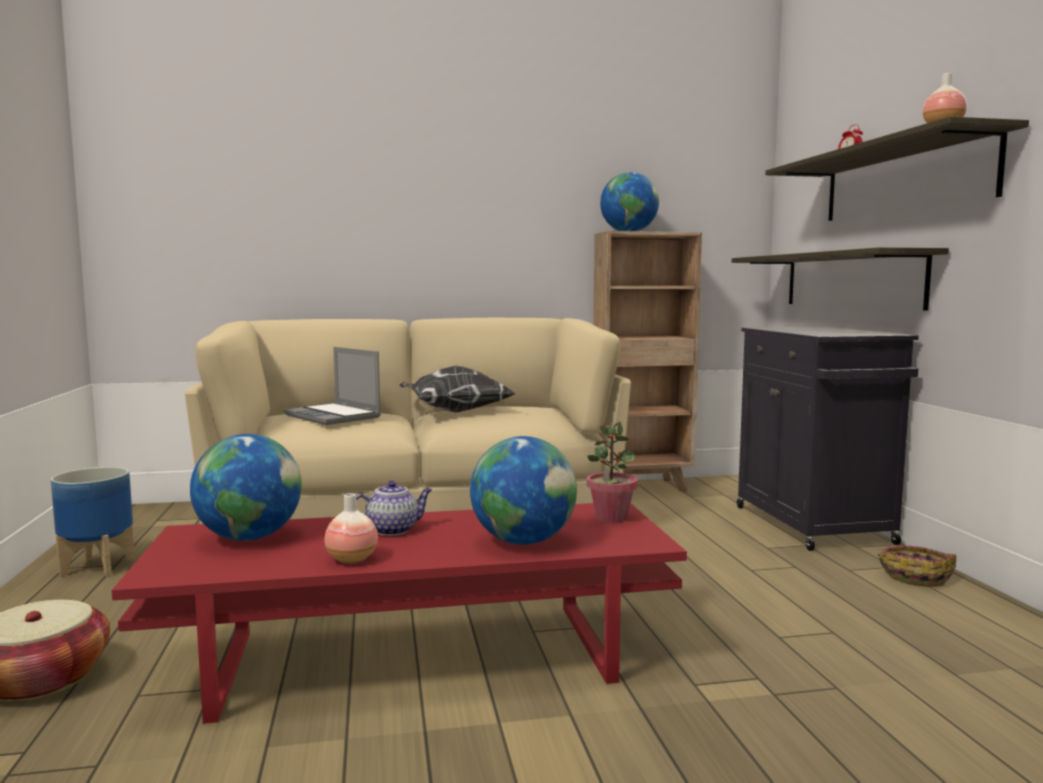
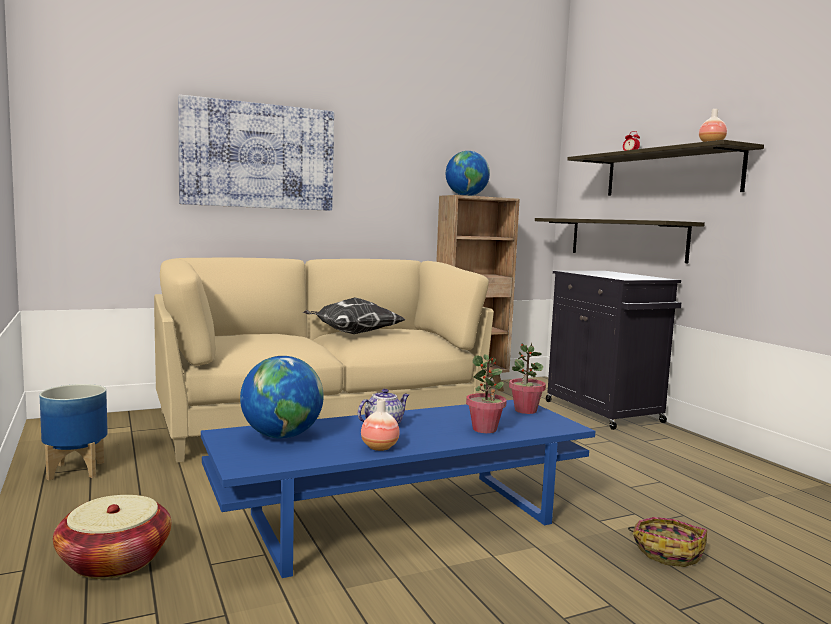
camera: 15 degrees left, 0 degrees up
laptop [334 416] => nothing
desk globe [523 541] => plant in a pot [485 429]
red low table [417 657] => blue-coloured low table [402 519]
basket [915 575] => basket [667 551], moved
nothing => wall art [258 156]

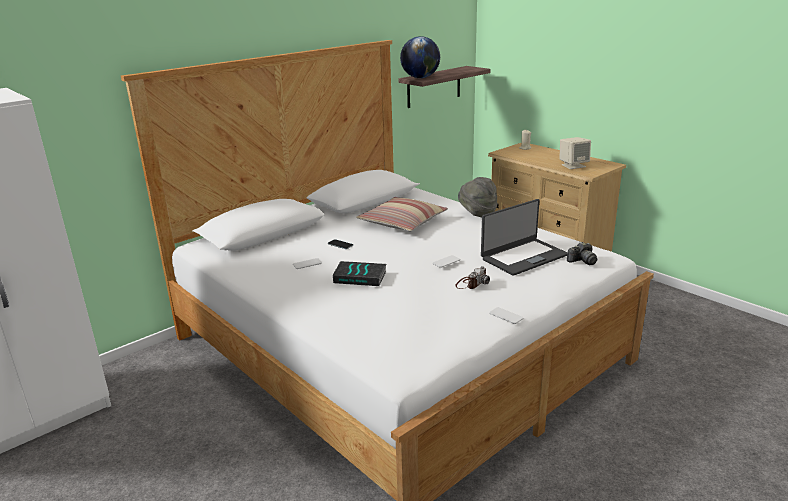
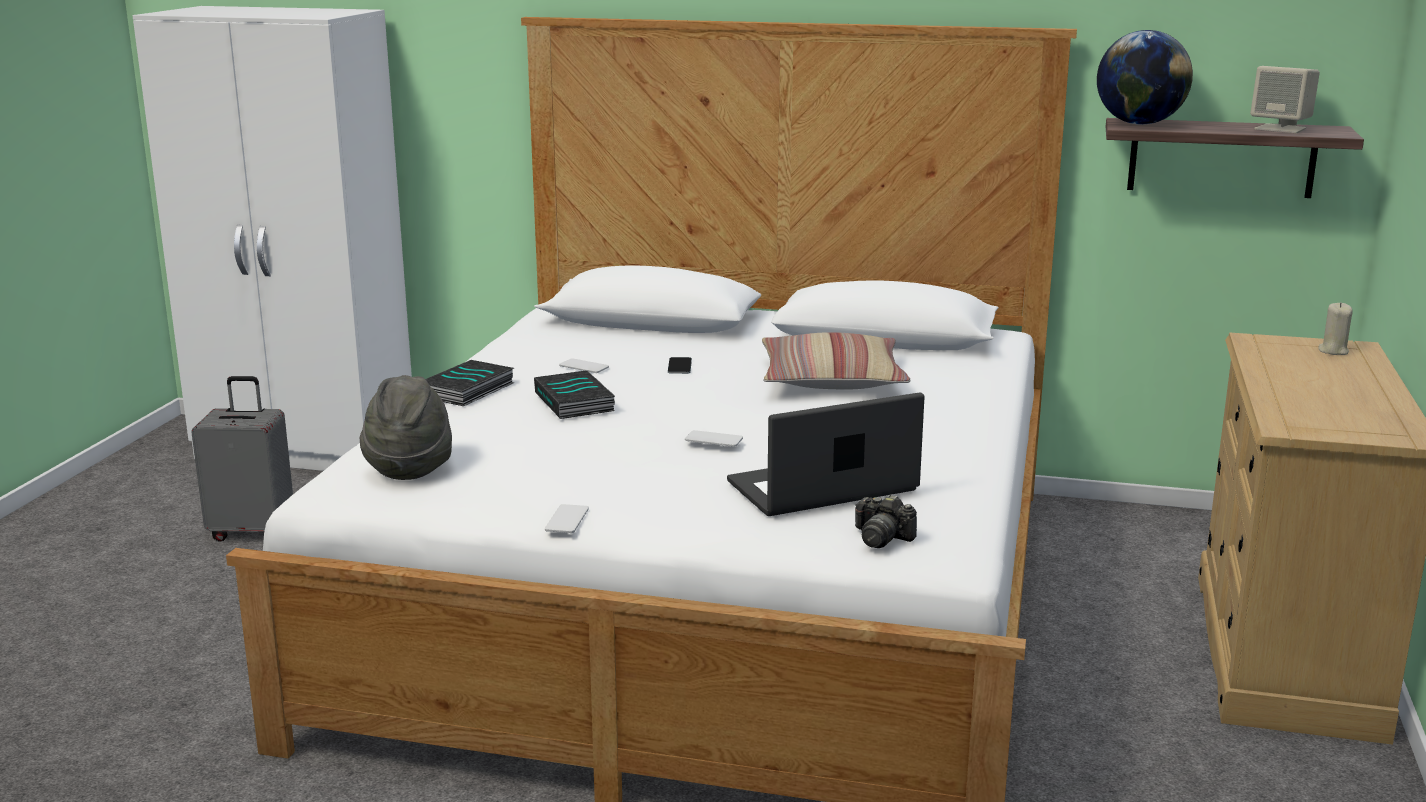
camera: 55 degrees right, 5 degrees down
beige loudspeaker [573 165] => beige loudspeaker [1281 129], moved
gray clothing hat [477 214] => gray clothing hat [409 466], moved
laptop [523 257] => laptop [823 488], 135 degrees clockwise
photo camera [471 283] => nothing
nothing => book [468 390]
nothing => gray piece of luggage [253 531]

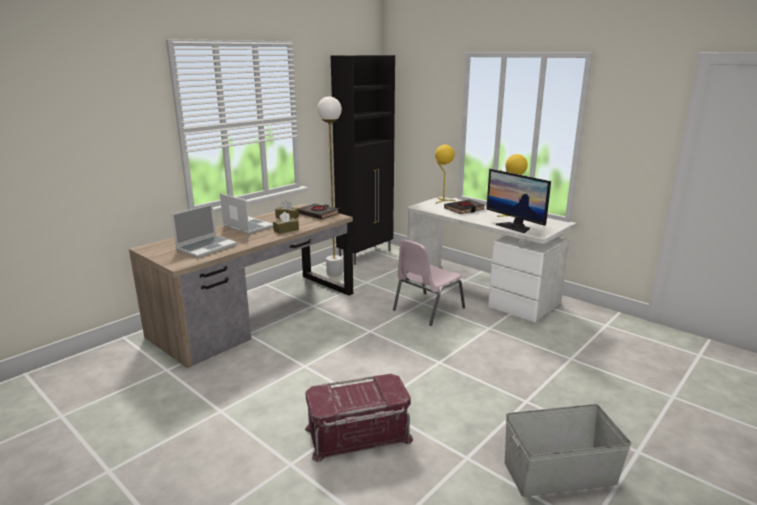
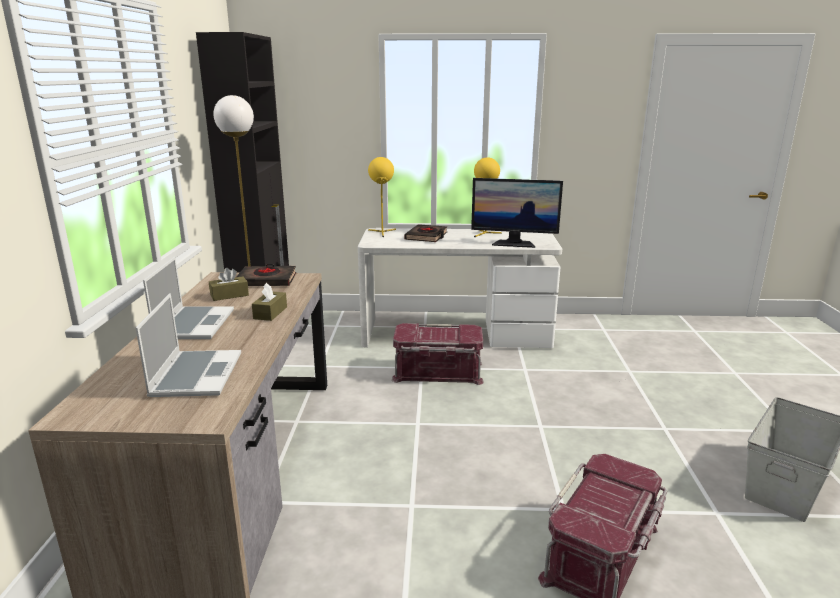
camera: 40 degrees left, 0 degrees up
laptop [247 226] => laptop [194 324], 90 degrees clockwise
pinkish plain chair [427 309] => red storage container [437 372]

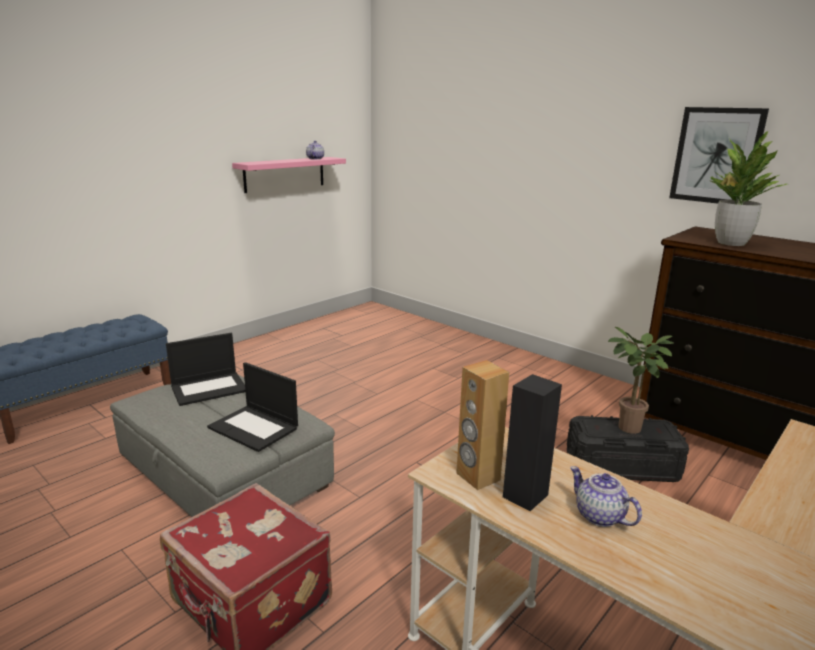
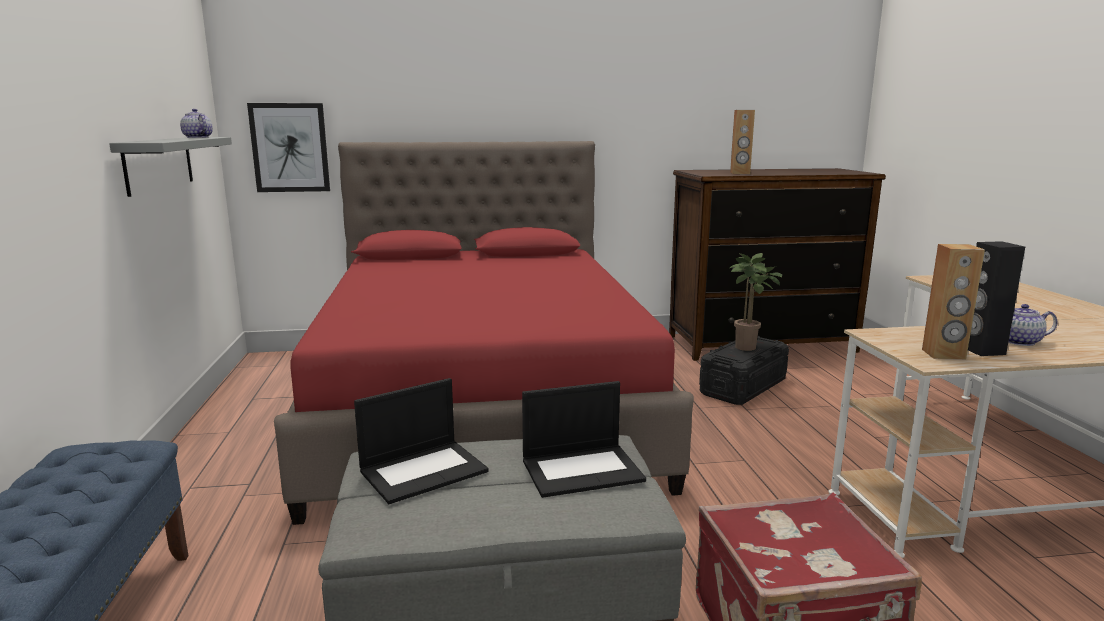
camera: 50 degrees left, 5 degrees down
wall art [716 156] => wall art [290 148], moved
plant in a pot [730 243] => brownish loudspeaker [740 173]
pinkish bracket shelf [285 174] => gray bracket shelf [159 164]
laptop [210 388] => laptop [424 470], 45 degrees clockwise
nothing => red bed [483 405]

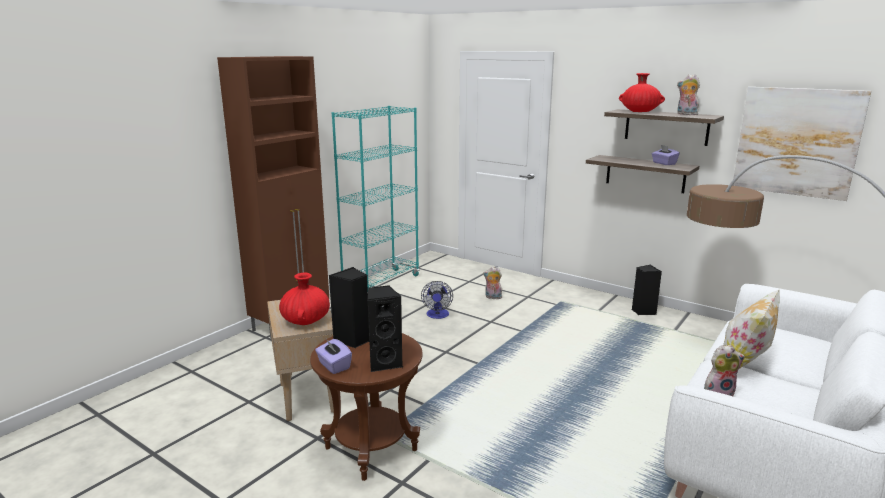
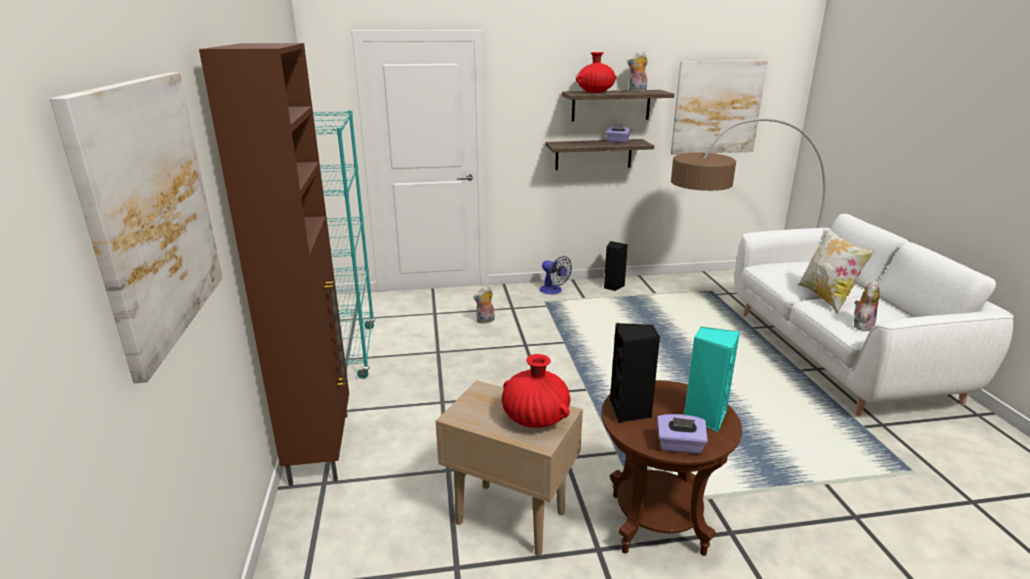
camera: 45 degrees left, 5 degrees up
cooling fan [437 315] => cooling fan [553 291], moved
black-coloured loudspeaker [384 363] => turquoise loudspeaker [705 416]
nothing => wall art [152 212]

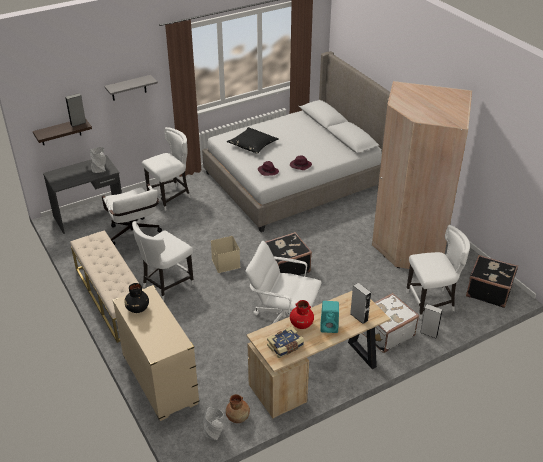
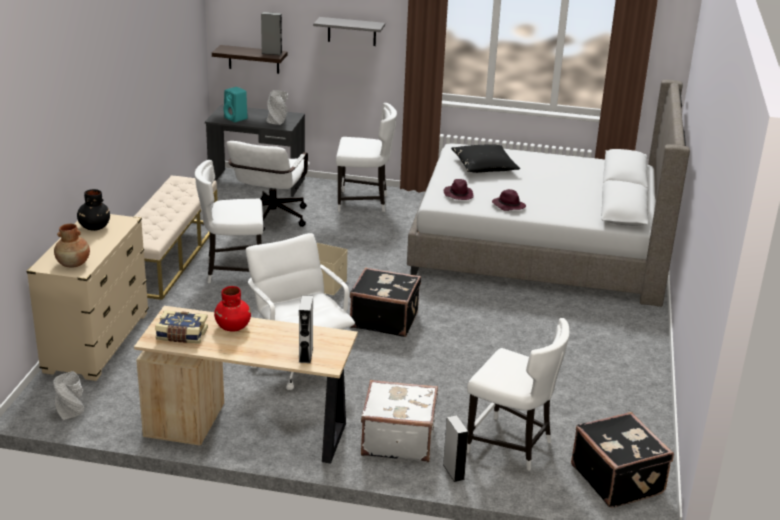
camera: 40 degrees right, 10 degrees down
beige armoire [409 245] => nothing
turquoise loudspeaker [330 327] => turquoise loudspeaker [236 118], moved
brownish vase [238 417] => brownish vase [73 264], moved

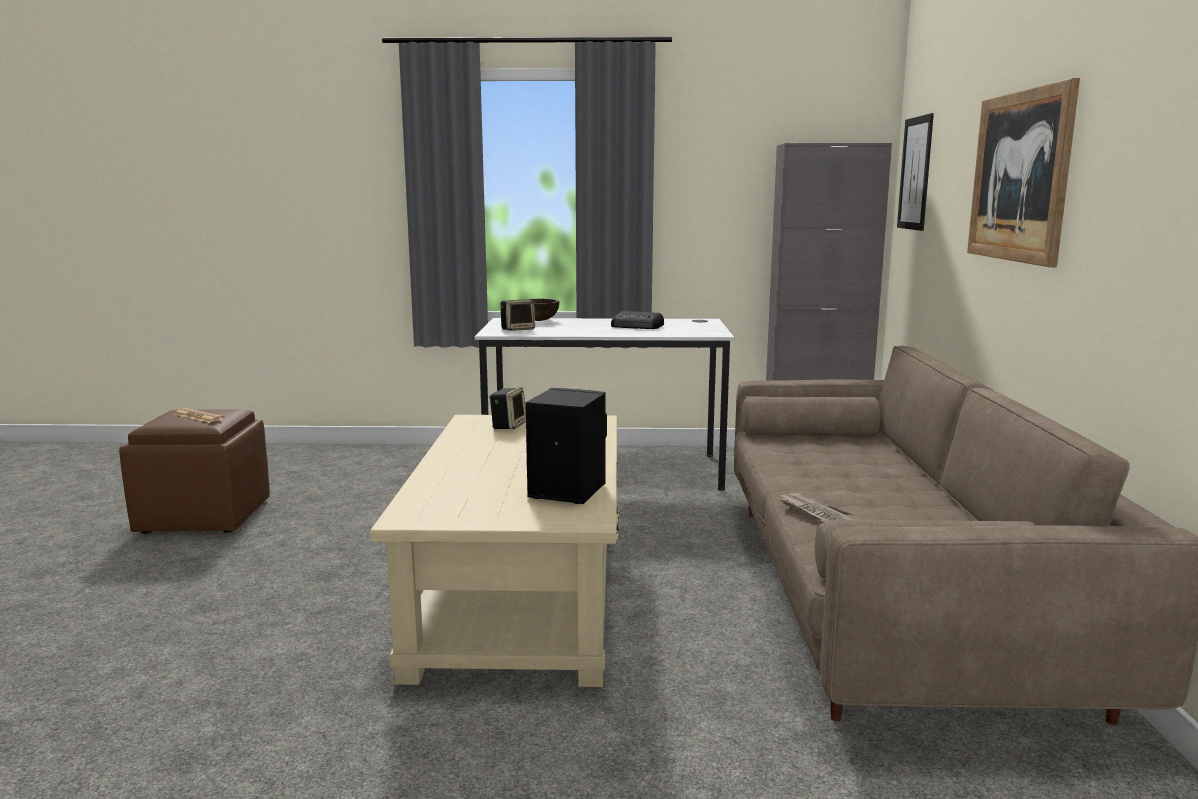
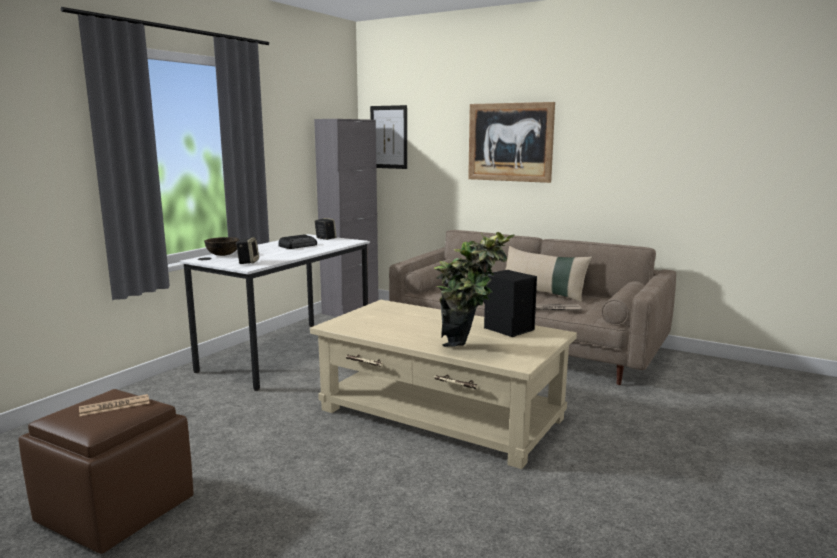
camera: 60 degrees left, 0 degrees up
loudspeaker [508 426] => loudspeaker [325 238], moved
nothing => plant in a pot [471 351]
nothing => beige pillow [543 293]

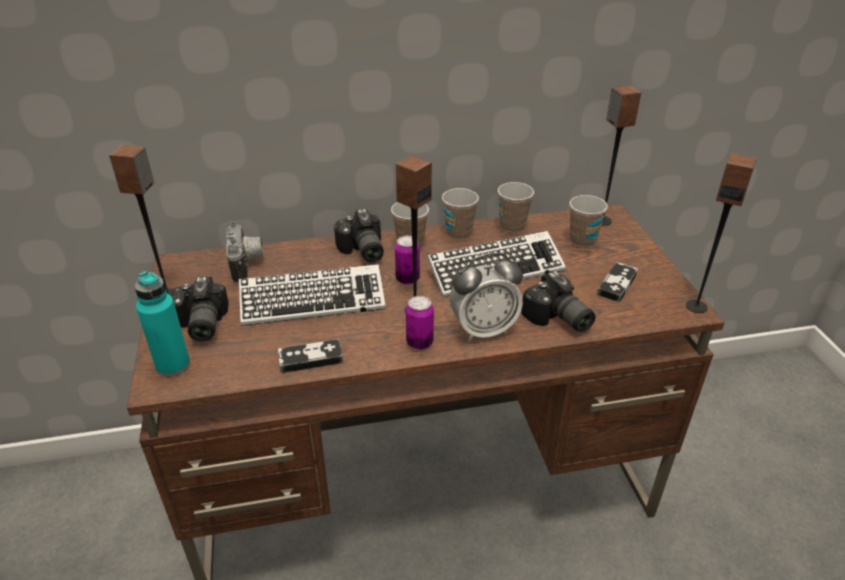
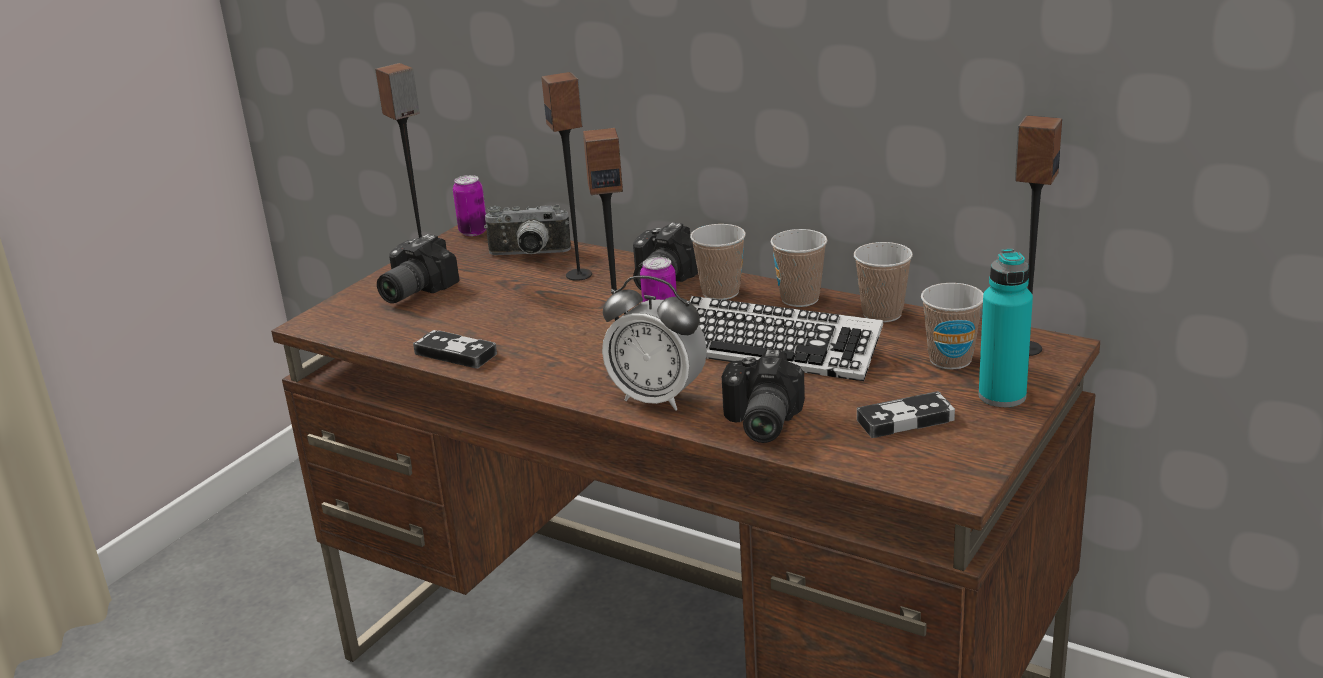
camera: 45 degrees right, 10 degrees down
loudspeaker [696 306] => loudspeaker [579 275], moved
photo camera [248 264] => photo camera [529 255], 60 degrees clockwise
keyboard [313 302] => nothing
turquoise beverage bottle [173 365] => turquoise beverage bottle [1002 396], moved
sealed can [419 343] => sealed can [473 232], moved

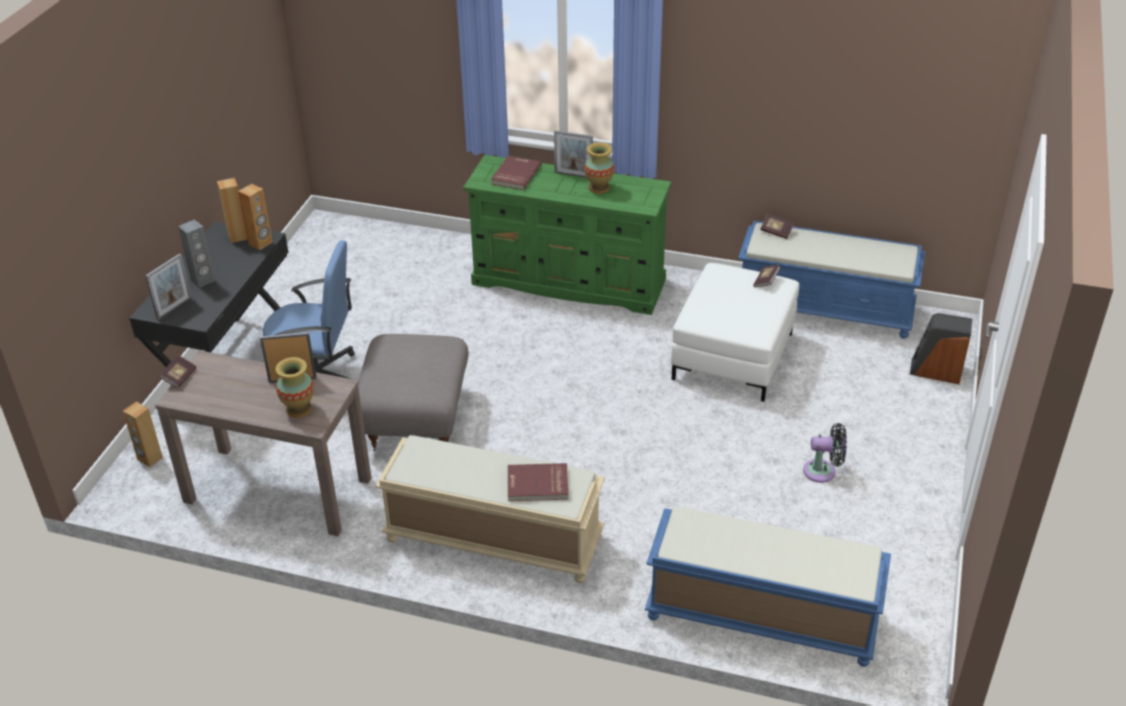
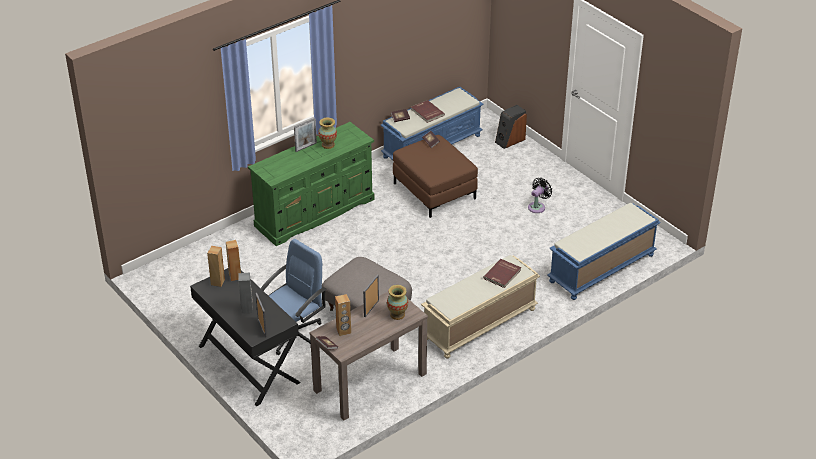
camera: 55 degrees left, 0 degrees up
red book [515 175] => red book [427 112], moved
whitish ottoman [733 357] => brownish ottoman [435 191]
brownish loudspeaker [149 459] => brownish loudspeaker [343 331], moved

